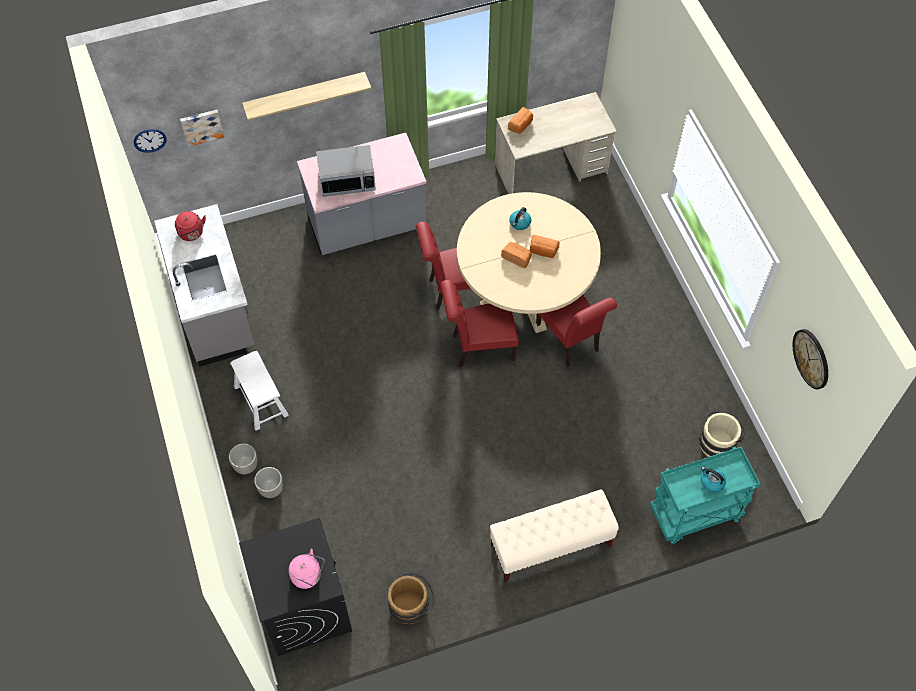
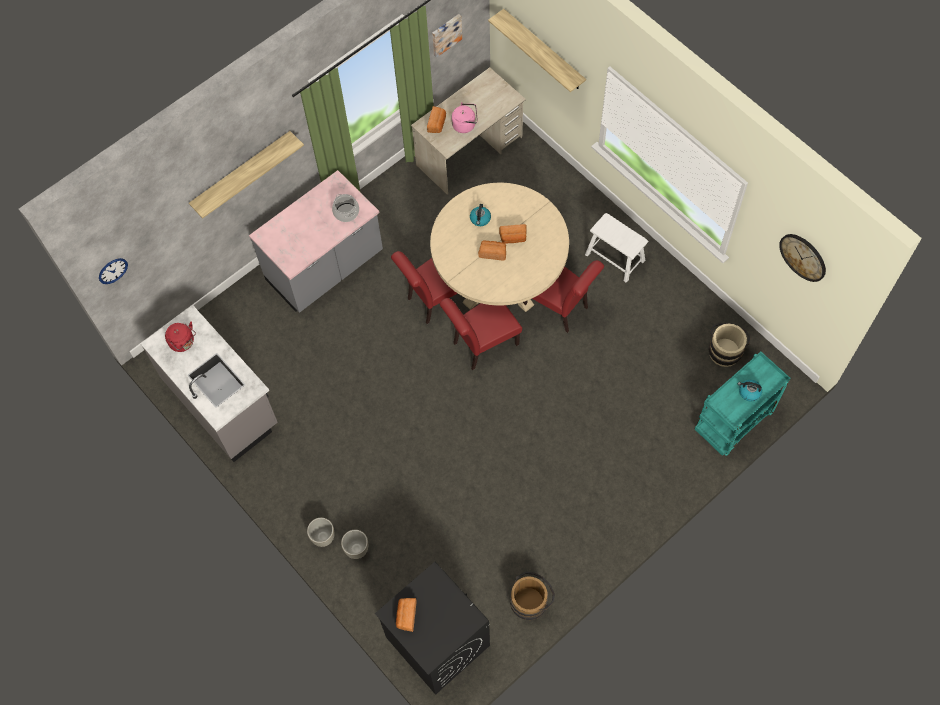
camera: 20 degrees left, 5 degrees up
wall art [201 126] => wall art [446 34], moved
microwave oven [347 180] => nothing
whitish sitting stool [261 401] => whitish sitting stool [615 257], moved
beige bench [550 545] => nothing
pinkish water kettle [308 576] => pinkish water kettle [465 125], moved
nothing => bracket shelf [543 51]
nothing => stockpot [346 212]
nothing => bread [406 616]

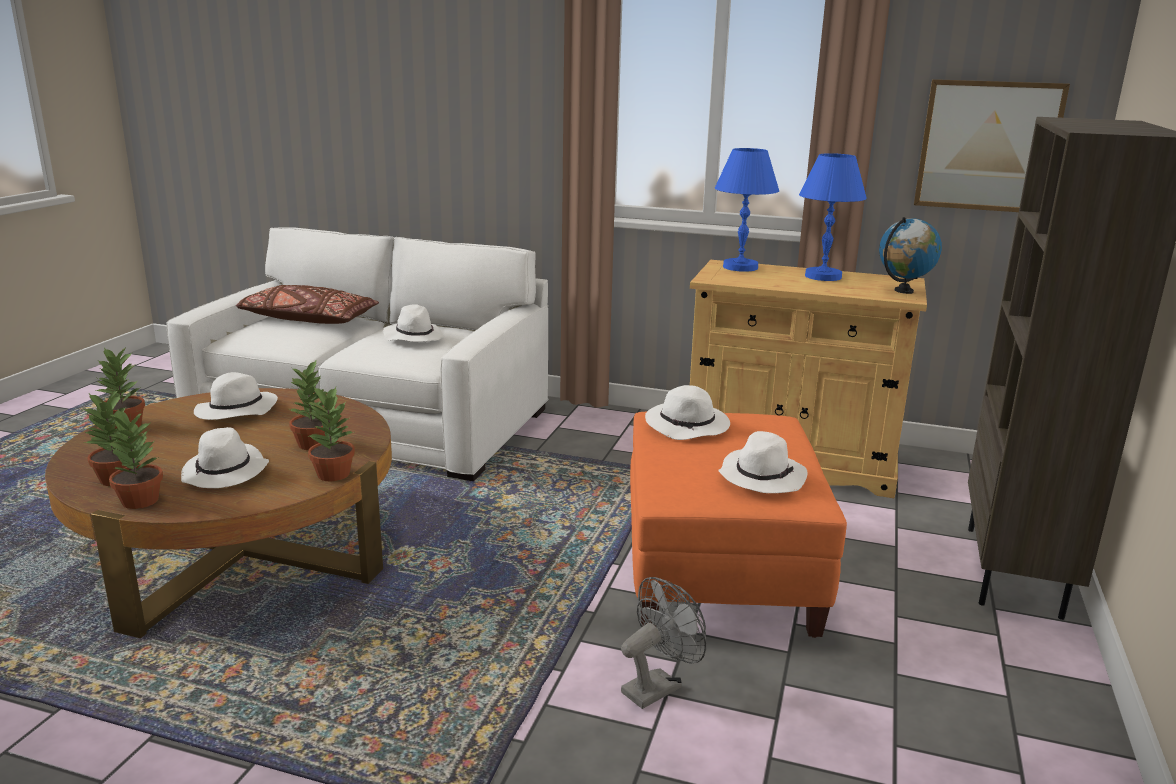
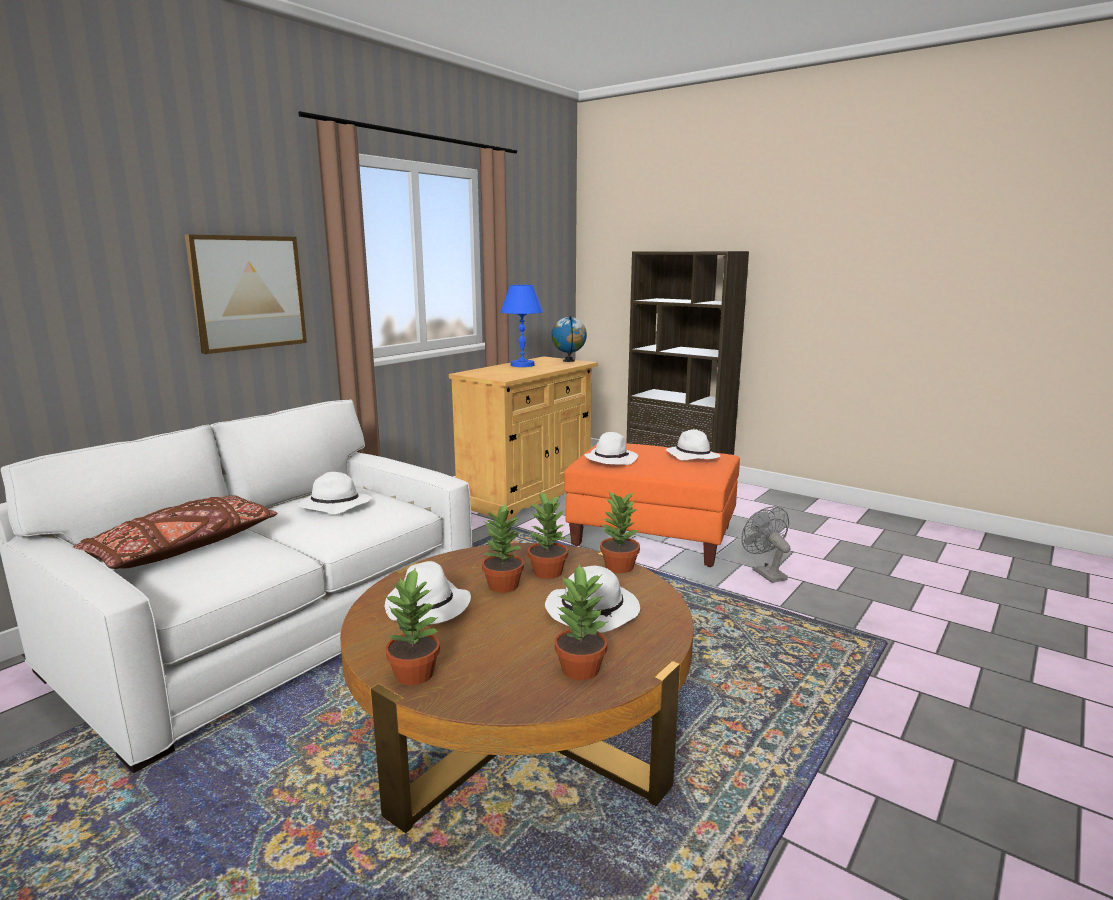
camera: 70 degrees left, 5 degrees down
wall art [987 146] => wall art [248 292], moved
blue-coloured lamp for a table [739 267] => nothing
plant in a pot [139 500] => plant in a pot [502 586], moved

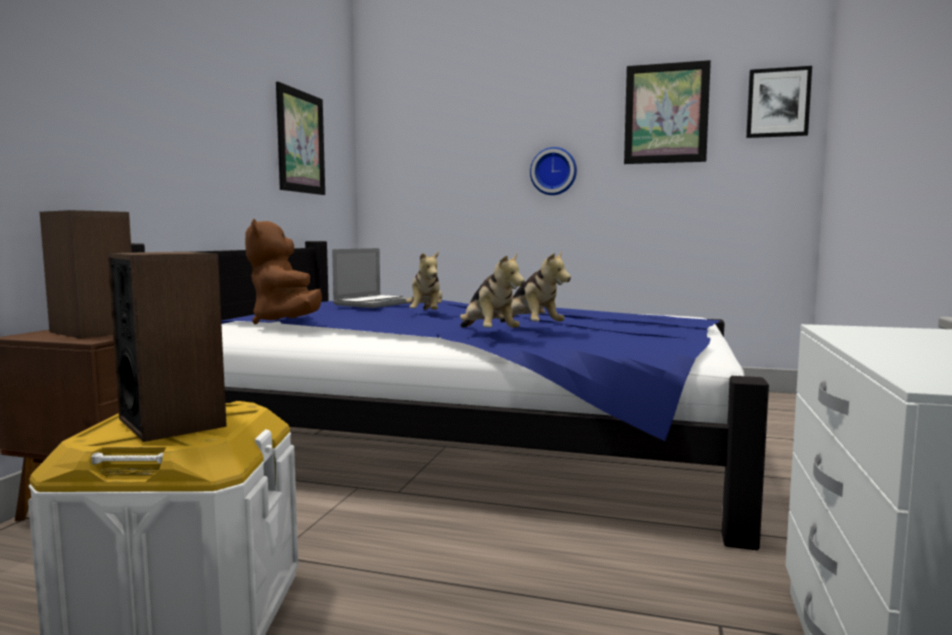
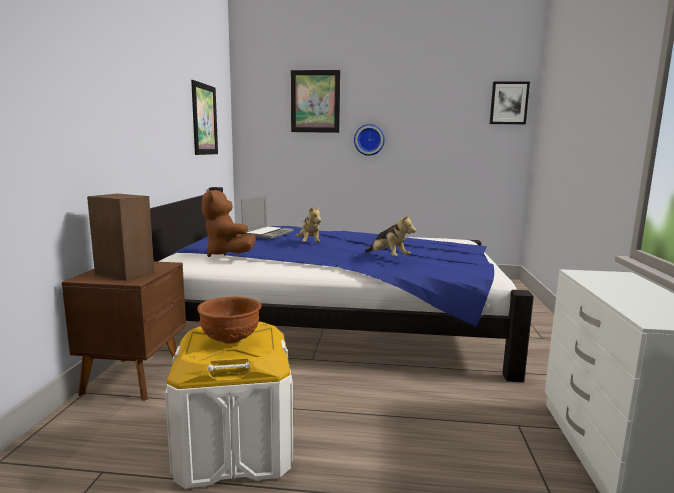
camera: 10 degrees left, 5 degrees up
wall art [666 113] => wall art [315 101], moved
loudspeaker [172 422] => brownish deep dish [231 340]
soft toy [488 334] => nothing

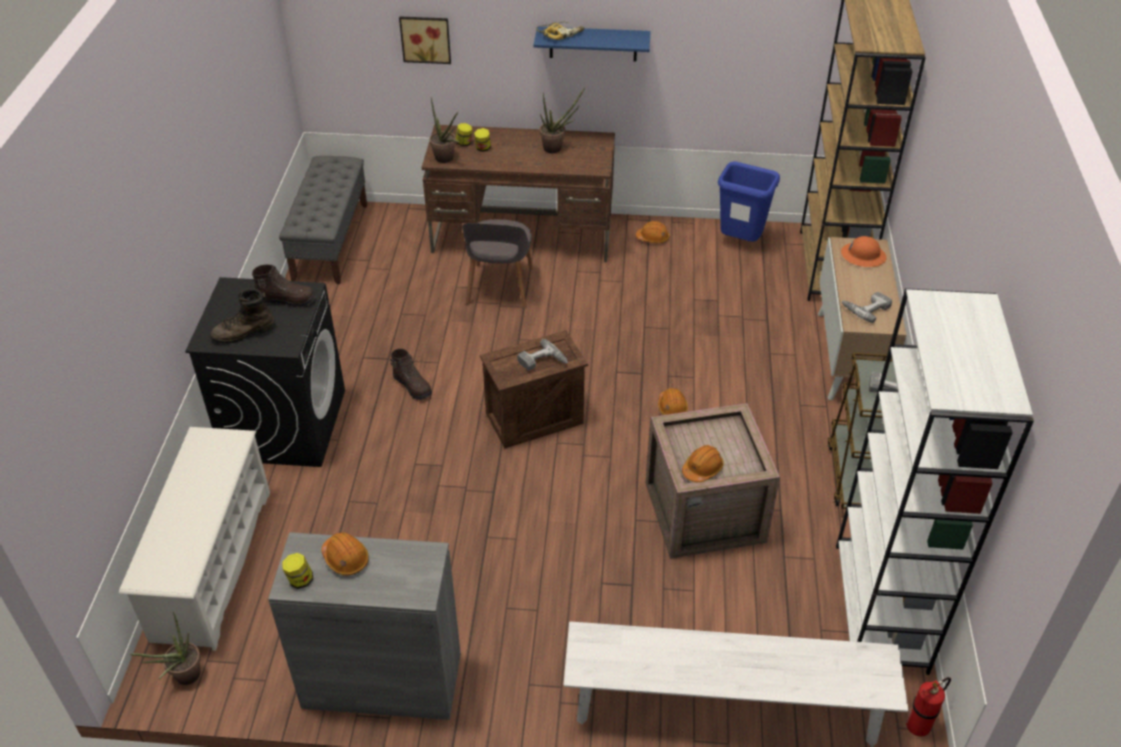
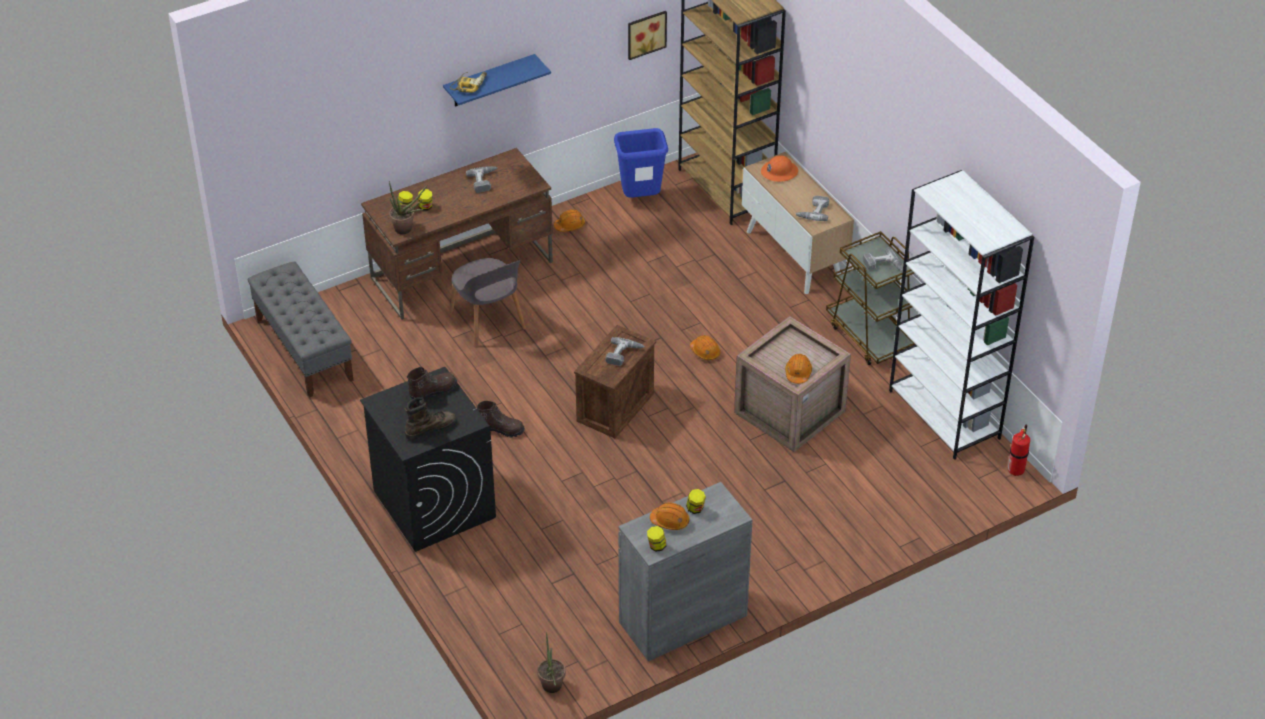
camera: 35 degrees left, 0 degrees up
wall art [426 38] => wall art [645 33], moved
plant in a pot [556 148] => drill [484 181]
brownish boot [244 333] => brownish boot [430 428], 150 degrees counterclockwise
whitish shoe shelf [212 564] => nothing
whitish bench [724 708] => nothing
nothing => storage jar [695 509]

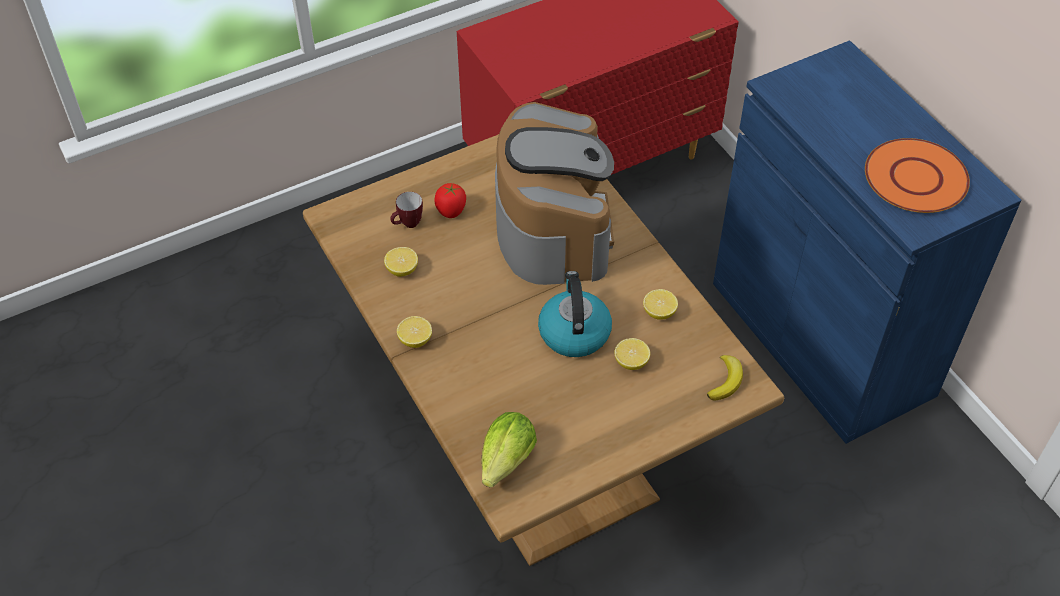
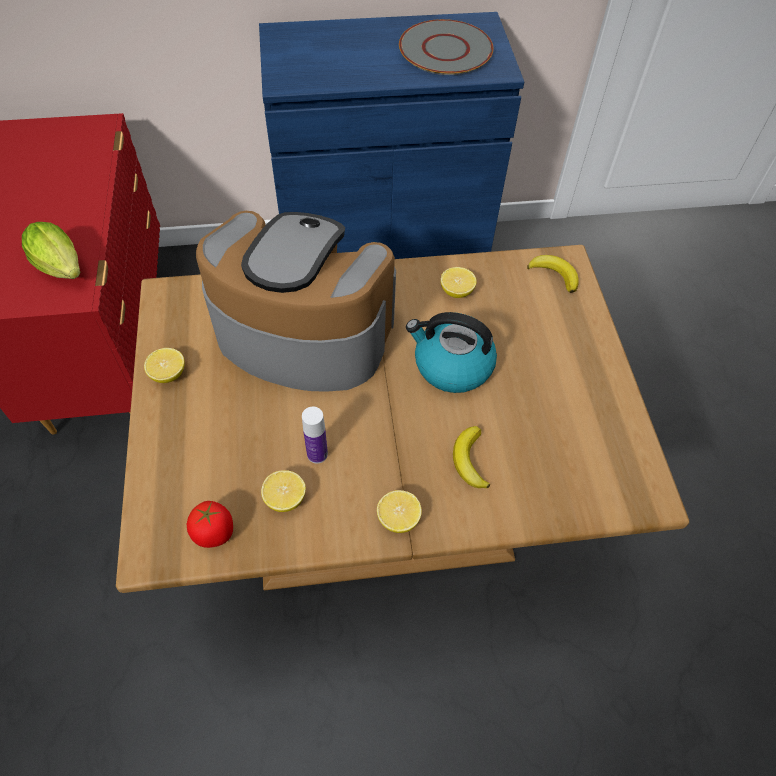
camera: 70 degrees left, 5 degrees up
orangey plate [916 178] => gray plate [446 49]
whole tomato [451 211] => whole tomato [214 533], moved
coffee mug [408 225] => nothing
lemon [631 362] => lemon [168 374], moved
lettuce head [504 464] => lettuce head [63 269], moved
nothing => beverage bottle [317 454]
nothing => banana [469 460]

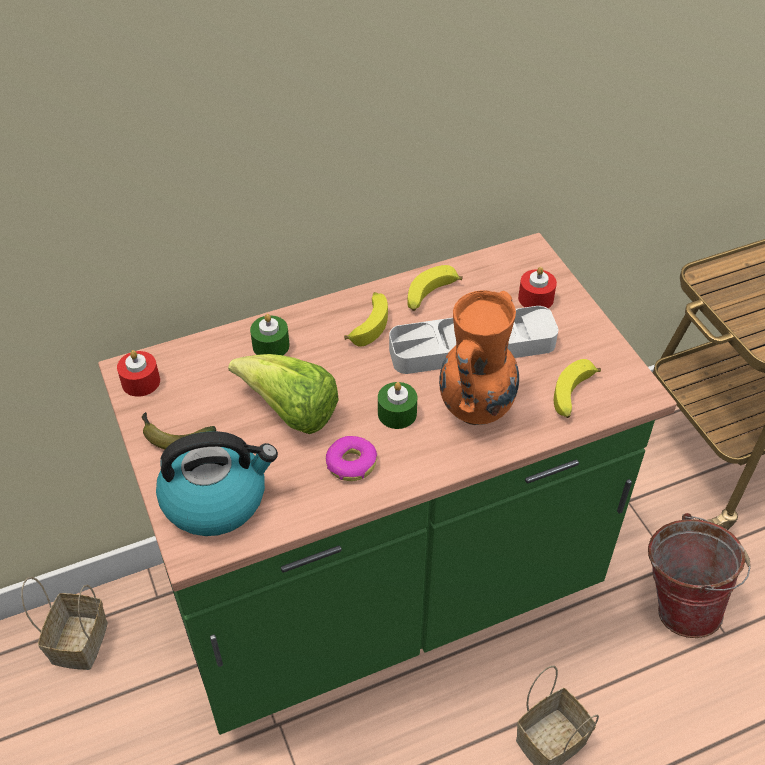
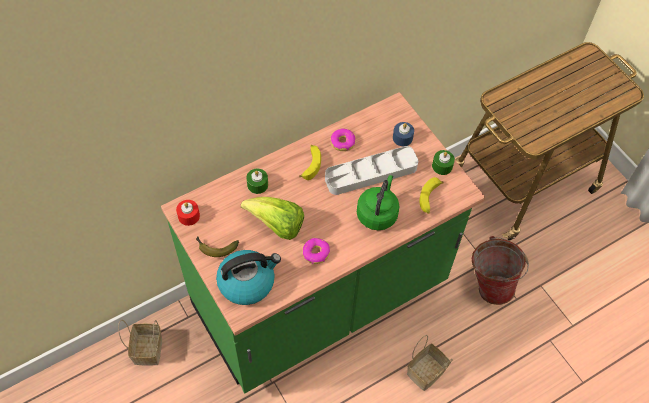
camera: 10 degrees left, 10 degrees up
banana [430 296] => ring doughnut [342 142]
red candle [535 298] => blue-coloured candle [402 138]
orangey vase [474 410] => green-coloured water kettle [377 213]
green-coloured candle [397 413] => green-coloured candle [442 166], moved

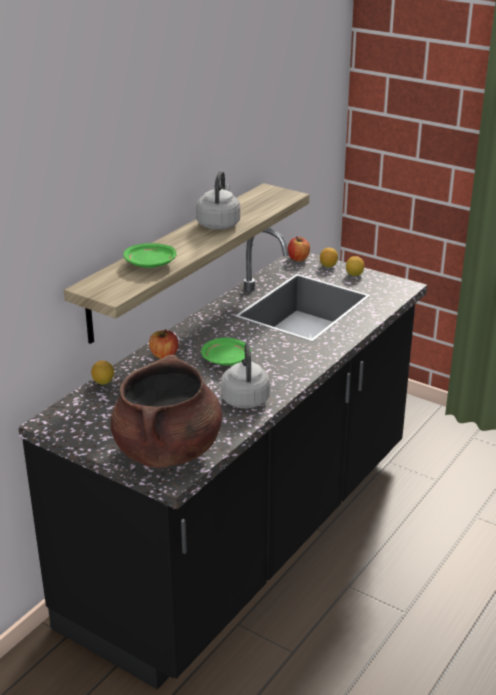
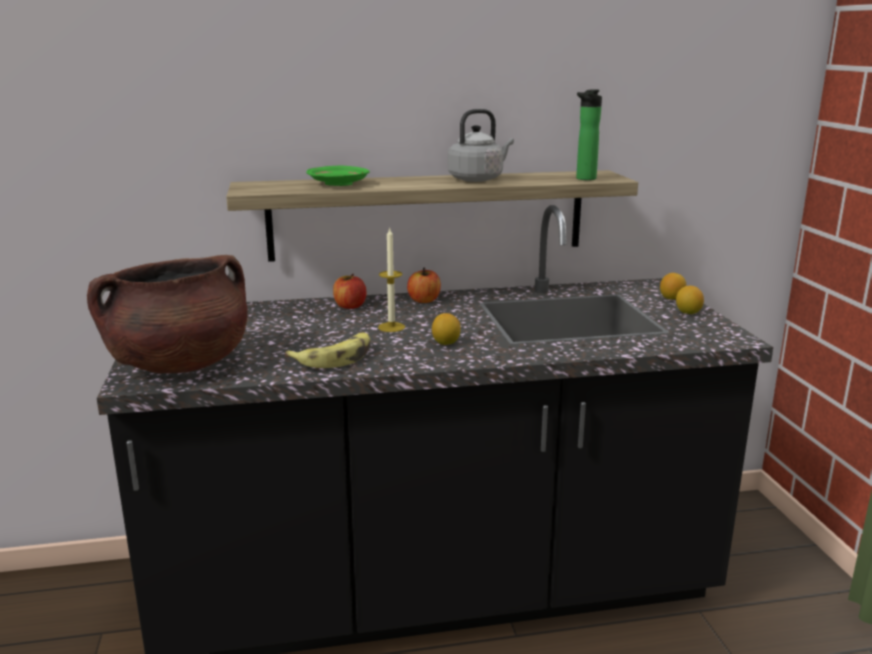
camera: 45 degrees right, 10 degrees down
apple fruit [298 258] => apple fruit [424 300], moved
green-coloured plate [226 360] => candle [391 327]
gray water kettle [245 398] => banana [335 358]
lemon [103 382] => lemon [446 343], moved
nothing => beverage bottle [584 179]

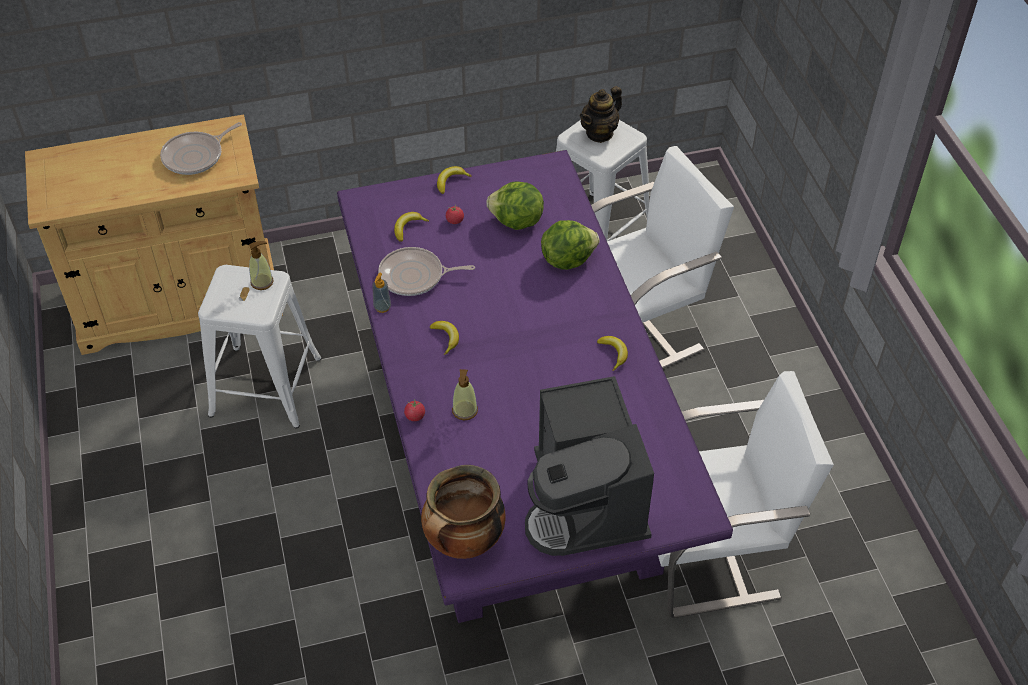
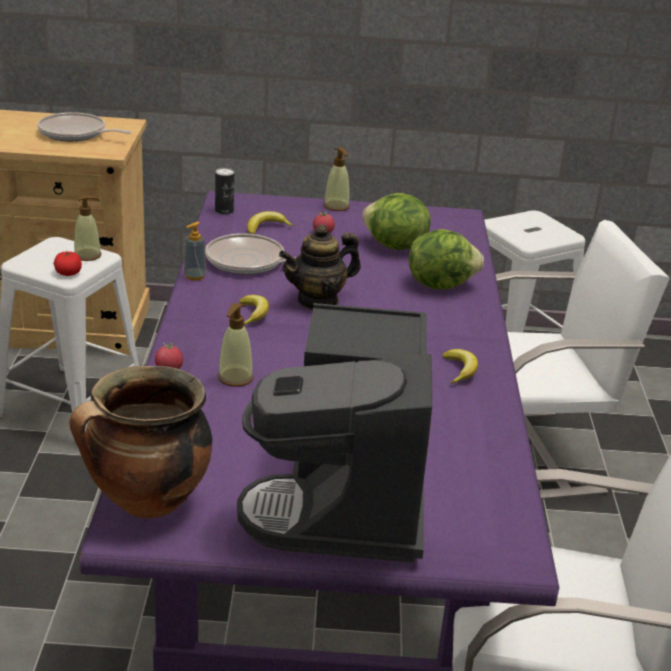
camera: 15 degrees right, 20 degrees down
tea pot [599 133] => tea pot [318 301], moved
skillet [196 156] => skillet [75 134], 45 degrees clockwise
banana [451 181] => soap bottle [336 206]
nothing => sealed can [224 211]
nothing => whole tomato [68 273]

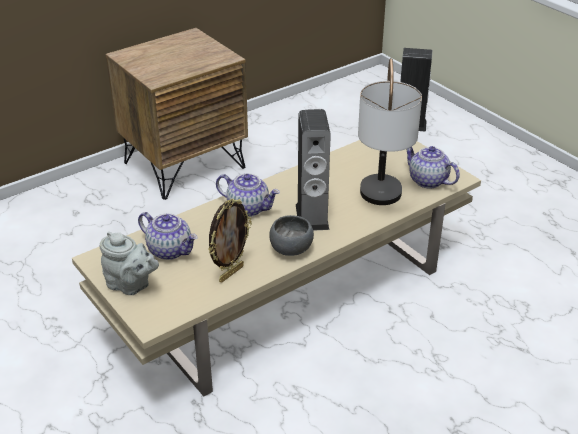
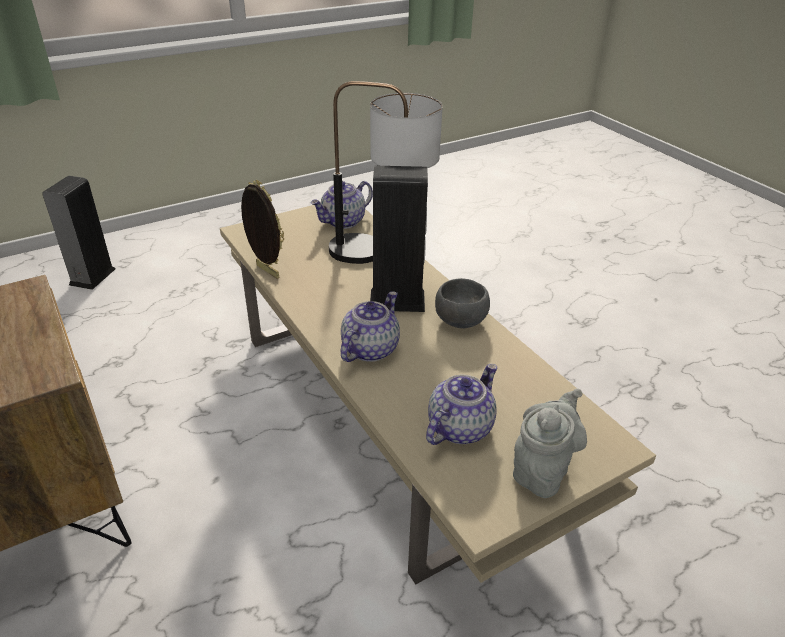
camera: 85 degrees left, 0 degrees up
picture frame [230 273] => picture frame [266 272], moved

